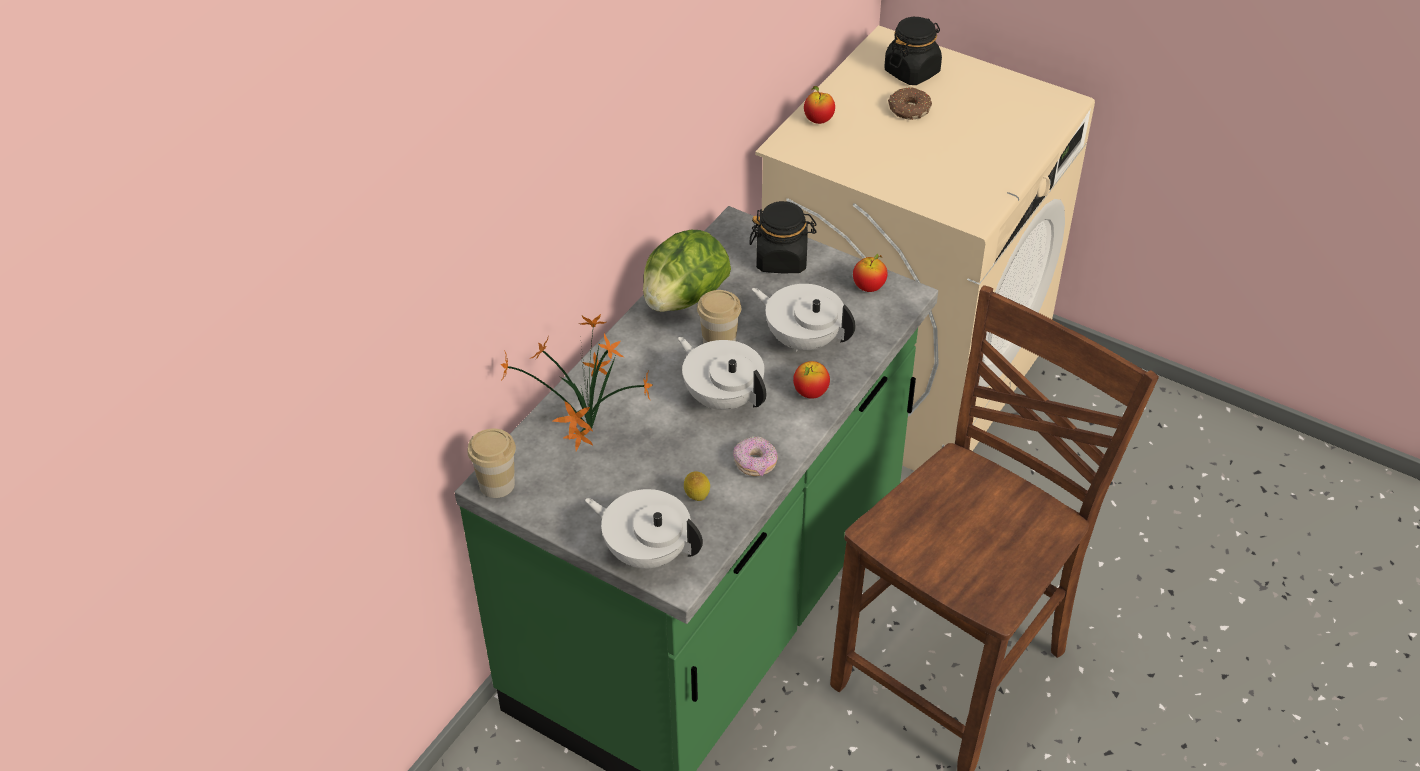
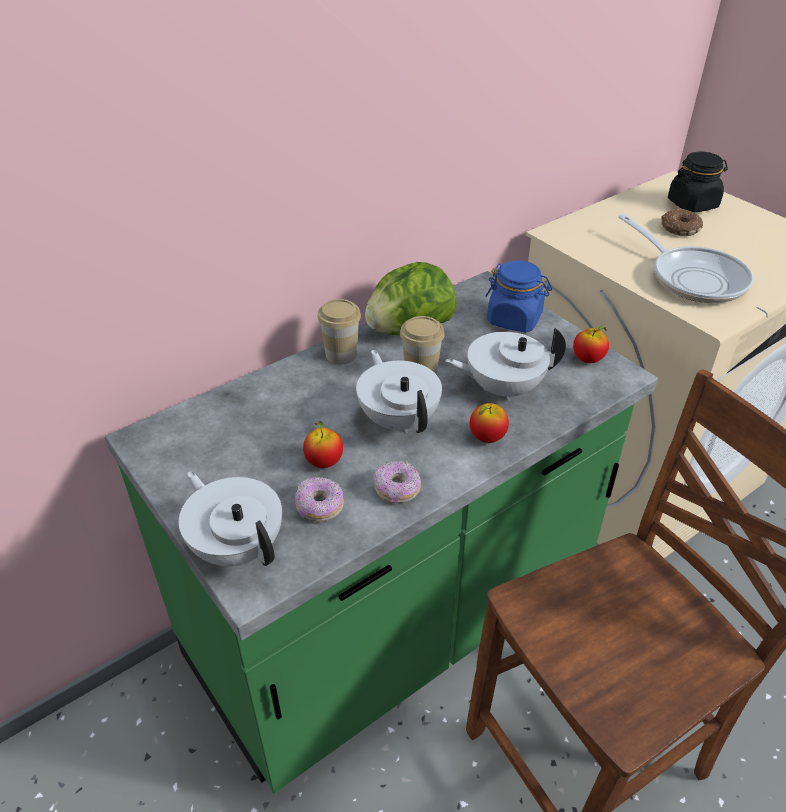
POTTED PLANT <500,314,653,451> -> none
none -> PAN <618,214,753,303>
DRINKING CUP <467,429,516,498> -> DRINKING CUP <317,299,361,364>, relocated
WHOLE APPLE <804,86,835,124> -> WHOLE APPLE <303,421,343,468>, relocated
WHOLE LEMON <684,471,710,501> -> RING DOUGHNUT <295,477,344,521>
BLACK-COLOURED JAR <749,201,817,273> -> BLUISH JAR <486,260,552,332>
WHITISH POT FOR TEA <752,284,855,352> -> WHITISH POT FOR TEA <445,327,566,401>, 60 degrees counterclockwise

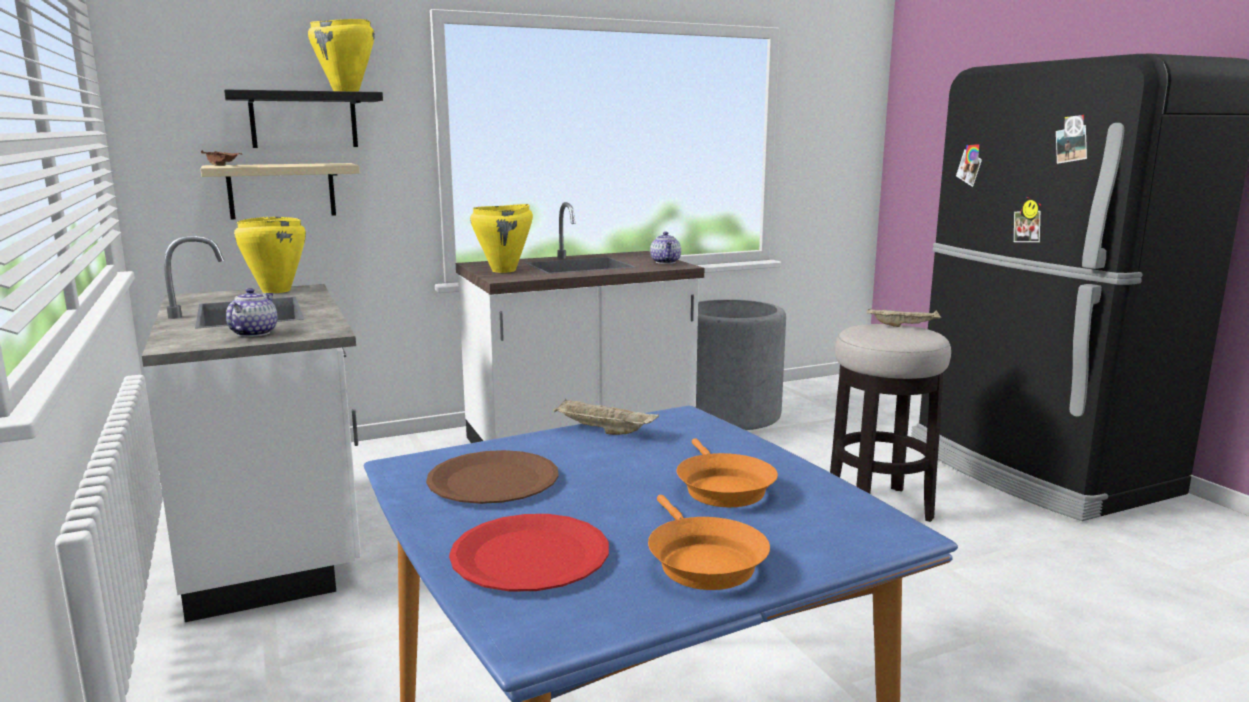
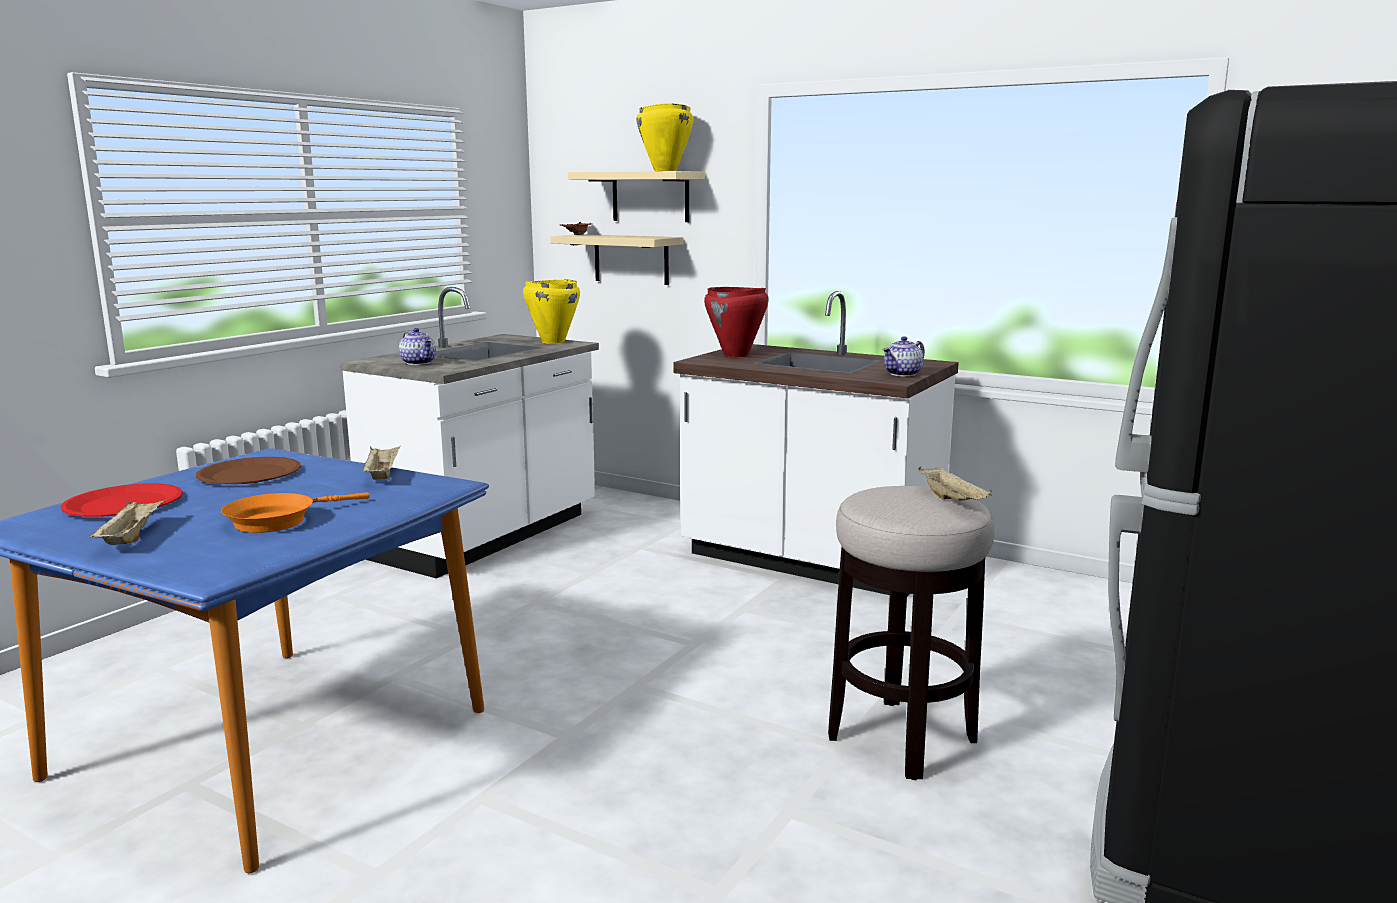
GRAY PLANT POT <696,299,786,430> -> none
ORANGE PAN <648,495,770,590> -> BEIGE-COLOURED TRAY <88,499,166,545>
BLACK-COLOURED WALL SHELF <224,90,383,148> -> BEIGE-COLOURED WALL SHELF <568,171,705,222>
YELLOW STOCKPOT <470,204,533,273> -> REDDISH STOCKPOT <704,287,769,357>
POT FOR TEA <226,288,277,337> -> POT FOR TEA <399,328,436,365>, 75 degrees clockwise

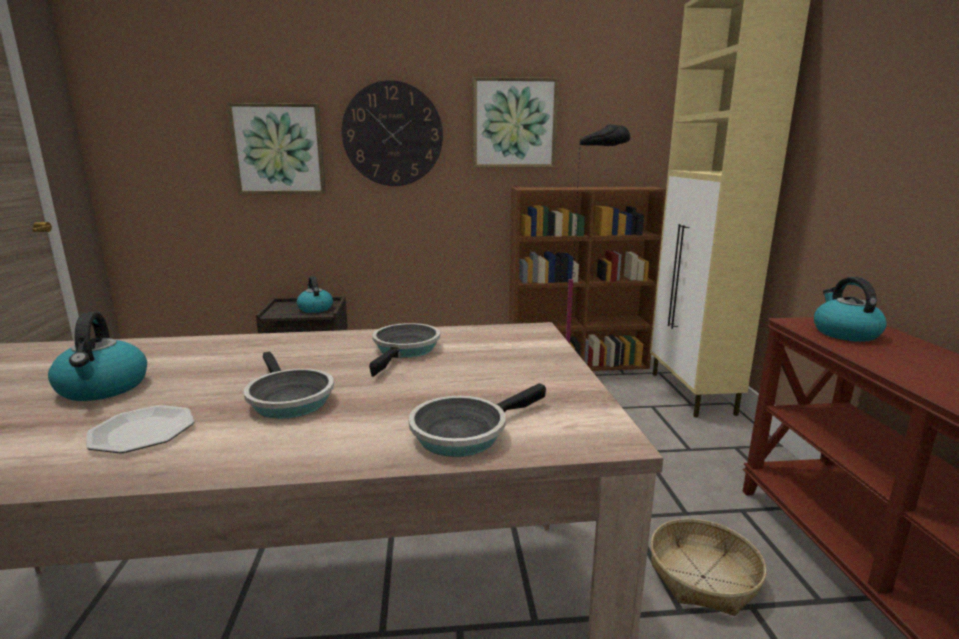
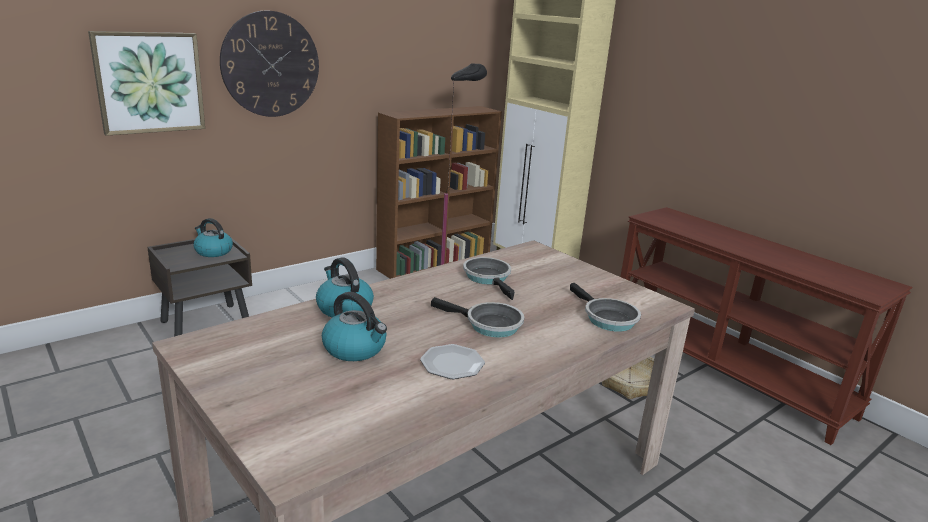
PICTURE <473,77,559,168> -> none
WATER KETTLE <814,277,887,342> -> WATER KETTLE <316,257,374,318>, relocated
PAN <409,383,546,457> -> PAN <570,283,641,332>, 45 degrees counterclockwise

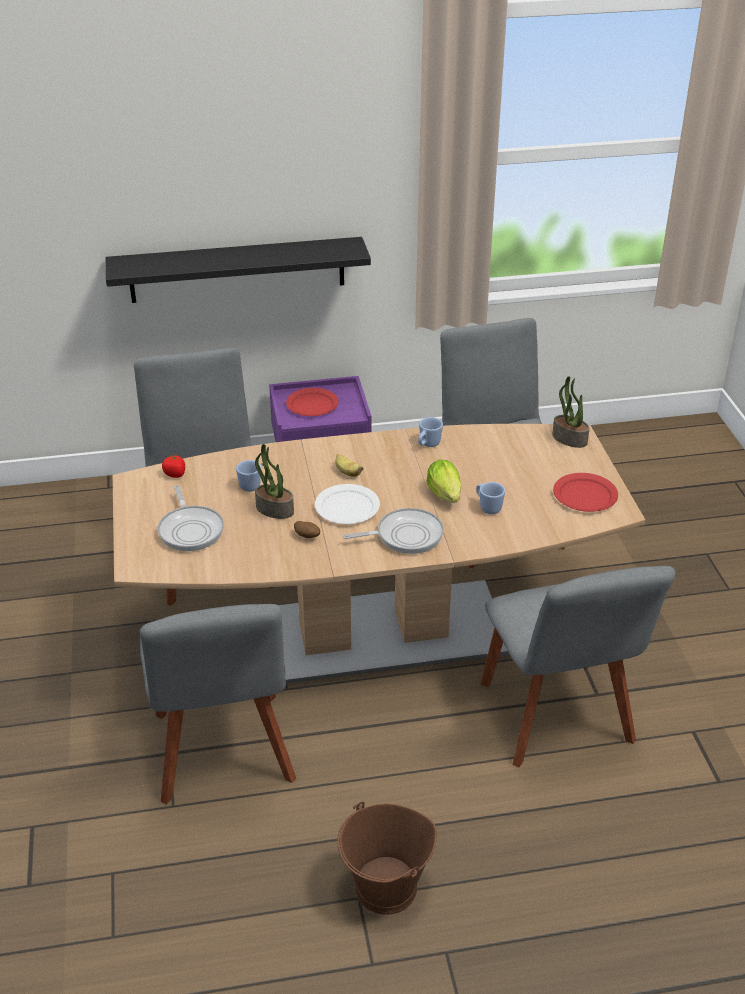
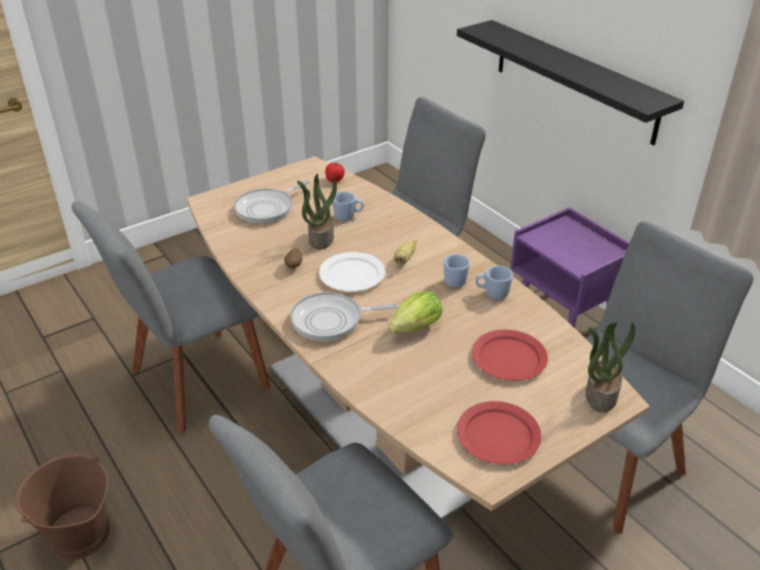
REDDISH FLAT DISH <286,388,339,416> -> REDDISH FLAT DISH <472,330,548,381>, relocated
BLUISH MUG <476,482,505,514> -> BLUISH MUG <443,254,470,288>, relocated
PAN <343,508,444,554> -> PAN <290,292,398,341>, 120 degrees clockwise

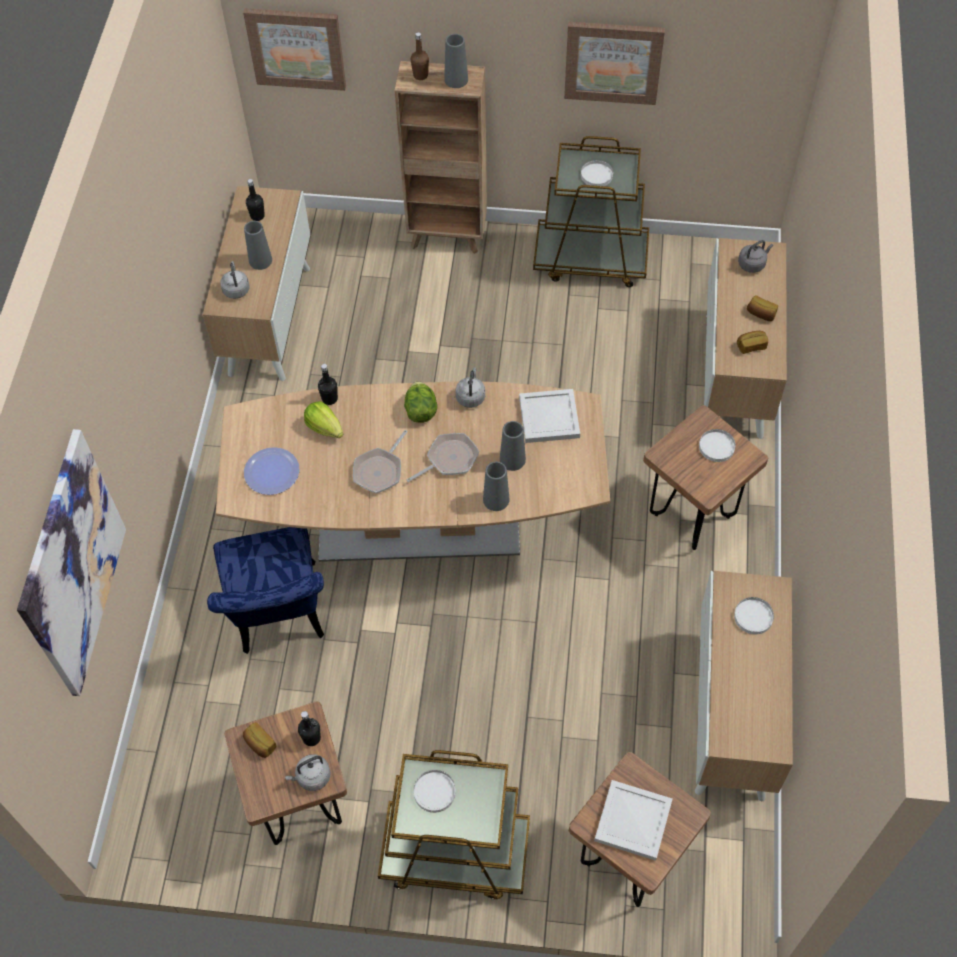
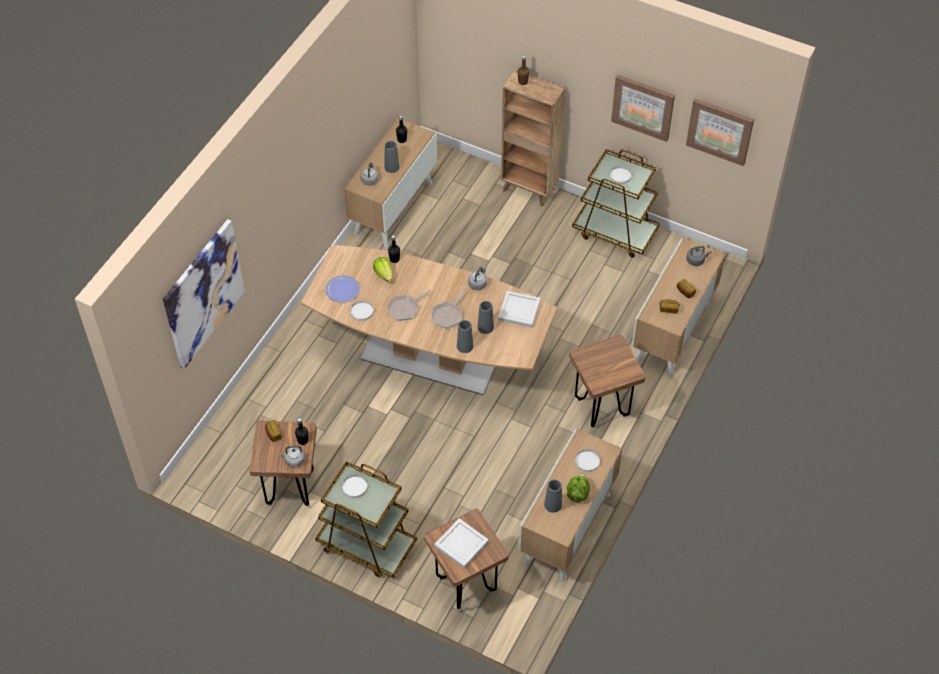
BLUISH UPRIGHT CHAIR <207,527,324,654> -> none
PICTURE <243,8,346,91> -> PICTURE <686,99,754,166>, relocated
LETTUCE HEAD <404,381,437,423> -> LETTUCE HEAD <567,473,590,502>, relocated
GRAY VASE <444,34,468,88> -> GRAY VASE <544,479,562,513>, relocated
WHITISH FLAT DISH <699,429,736,462> -> WHITISH FLAT DISH <350,301,374,321>, relocated
PAN <407,433,479,482> -> PAN <432,291,466,329>, 135 degrees clockwise

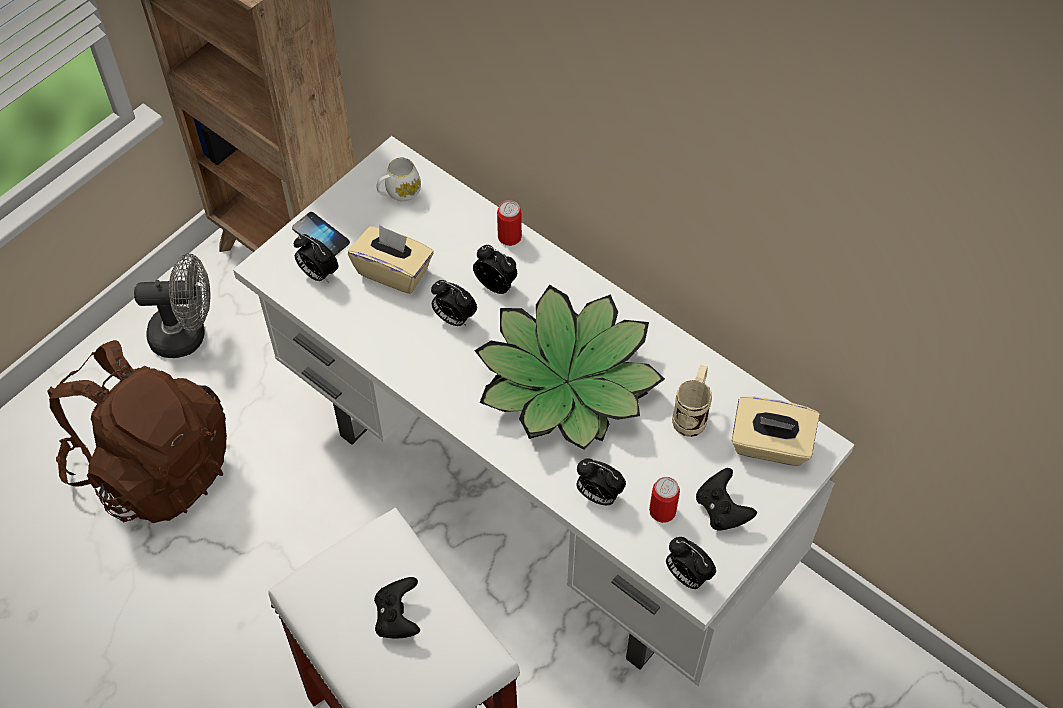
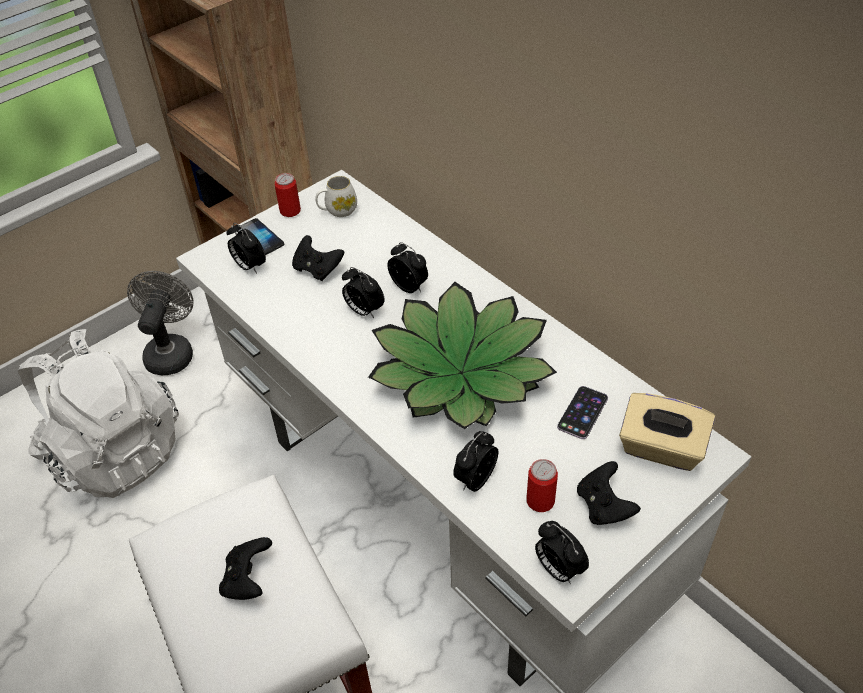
SEALED CAN <497,200,522,246> -> SEALED CAN <275,173,301,217>, relocated
BEIGE-COLOURED BOX OF TISSUES <348,225,434,294> -> BLACK-COLOURED JOYPAD <292,235,344,281>
BEIGE-COLOURED MUG <672,365,712,437> -> PHONE <557,386,608,439>
BROWN-COLOURED RUCKSACK <48,340,227,523> -> WHITISH RUCKSACK <18,329,179,498>
GRAY COOLING FAN <134,253,210,358> -> GRAY COOLING FAN <127,271,194,375>, 90 degrees counterclockwise
ALARM CLOCK <576,458,626,505> -> ALARM CLOCK <453,431,498,492>, 90 degrees clockwise

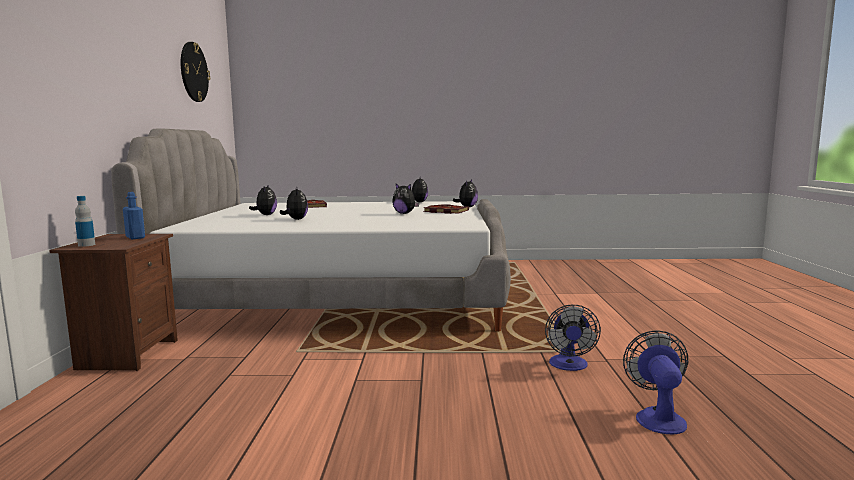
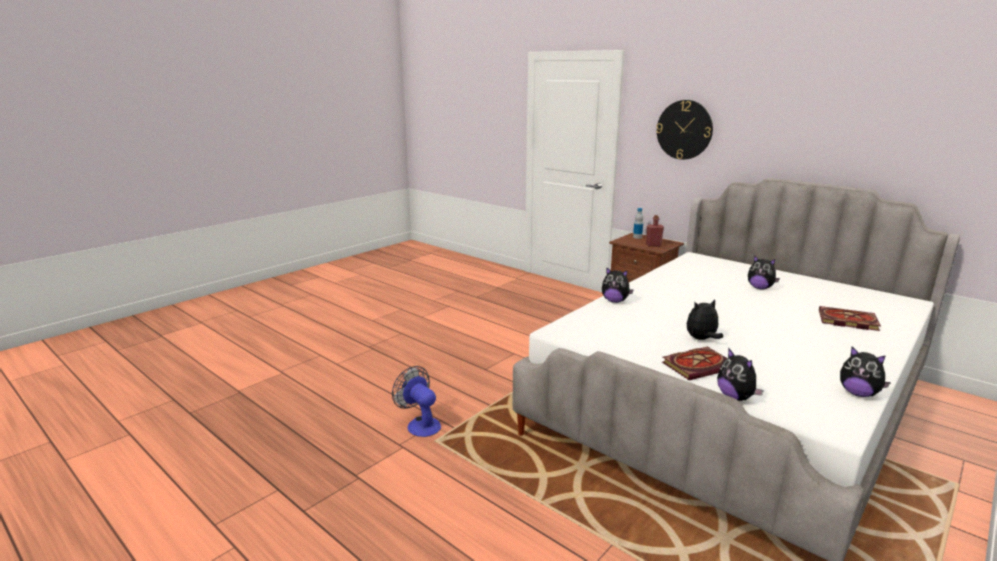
COOLING FAN <623,330,688,434> -> none
CLOCK ON THE WALL <181,42,210,102> -> CLOCK ON THE WALL <656,100,713,160>, relocated
PLUSH TOY <280,187,308,220> -> PLUSH TOY <602,268,634,303>, relocated
BLUISH DRINK BOTTLE <123,192,145,239> -> REDDISH DRINK BOTTLE <646,215,664,247>

